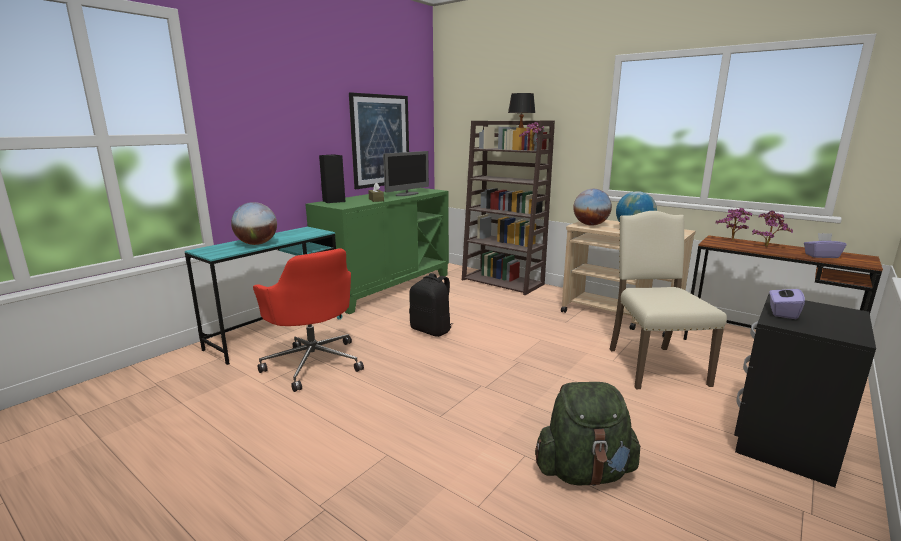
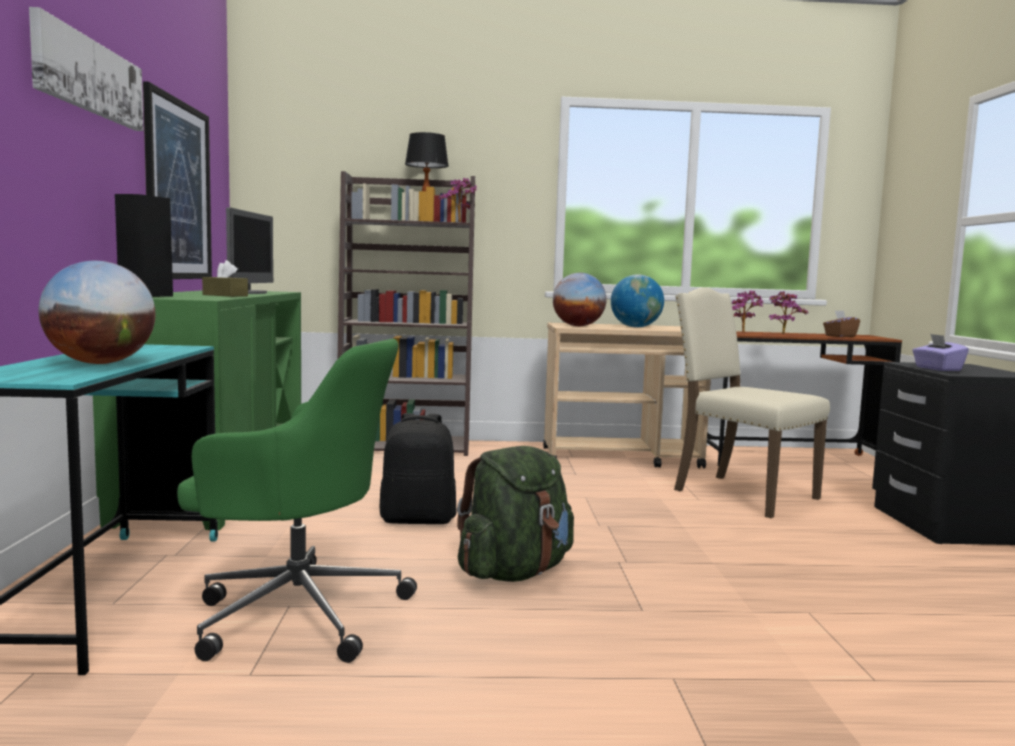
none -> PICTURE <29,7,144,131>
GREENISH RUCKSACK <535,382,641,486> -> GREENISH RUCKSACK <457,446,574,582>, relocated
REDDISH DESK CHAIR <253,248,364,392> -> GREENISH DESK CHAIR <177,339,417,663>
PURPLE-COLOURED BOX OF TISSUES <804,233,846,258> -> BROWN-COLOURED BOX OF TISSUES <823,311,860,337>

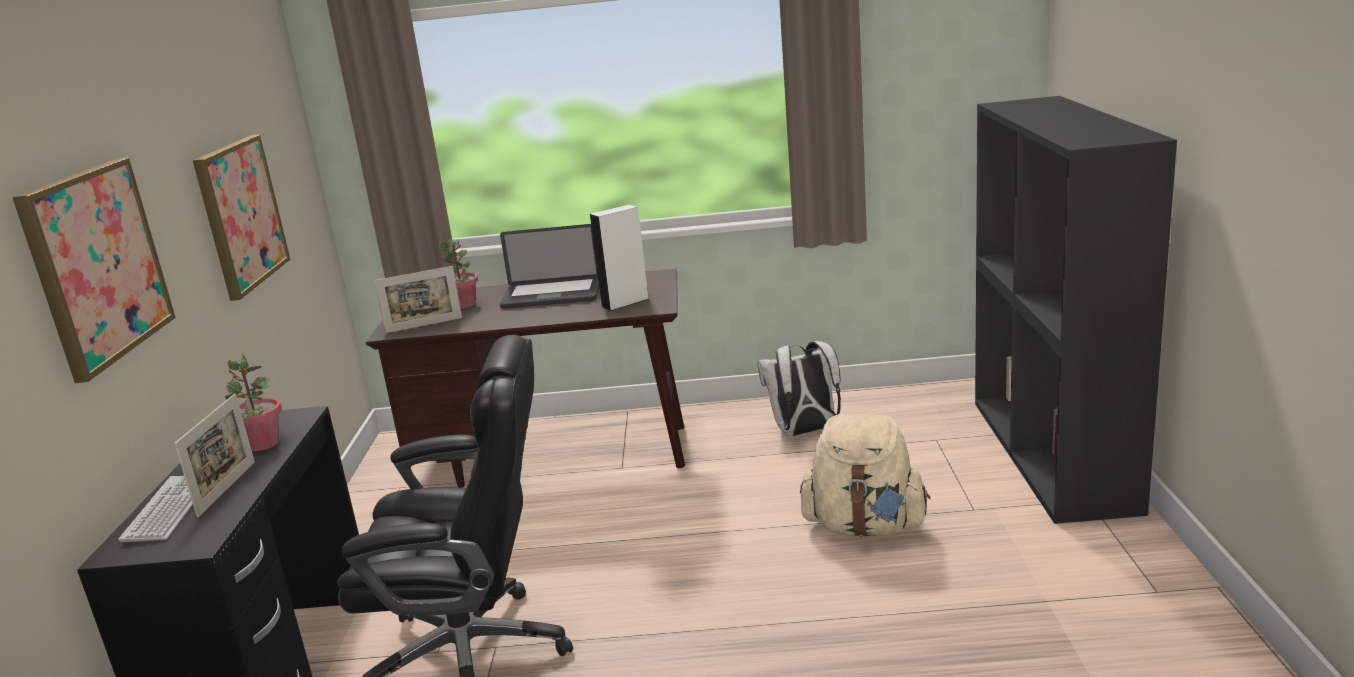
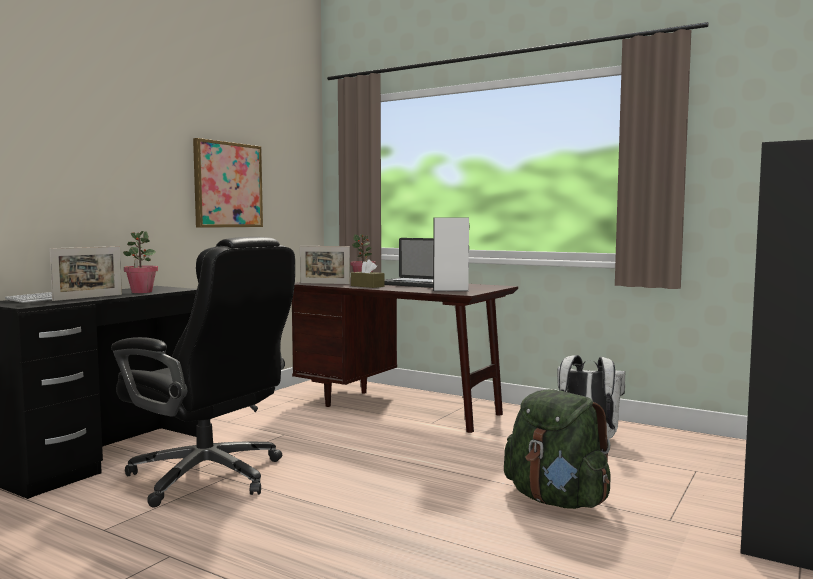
PICTURE <12,157,176,383> -> none
none -> BROWN-COLOURED BOX OF TISSUES <351,259,385,288>
BEIGE-COLOURED RUCKSACK <800,414,931,537> -> GREENISH RUCKSACK <504,389,611,509>

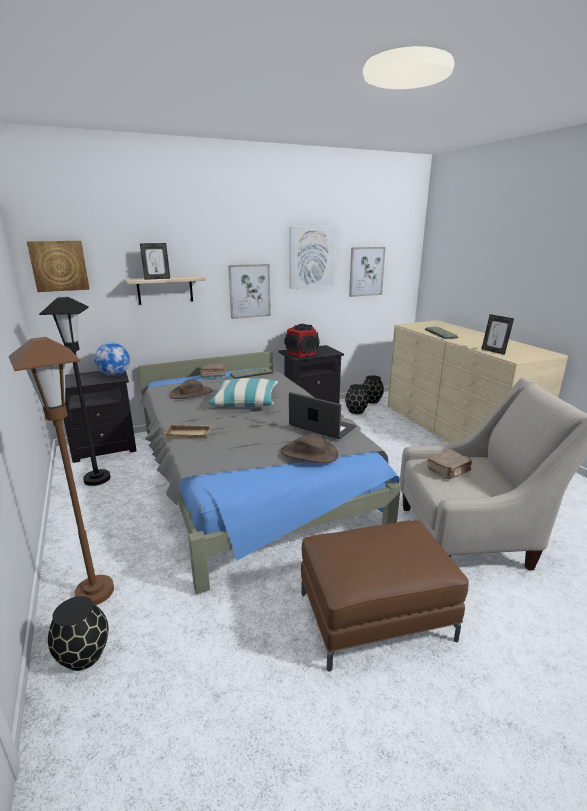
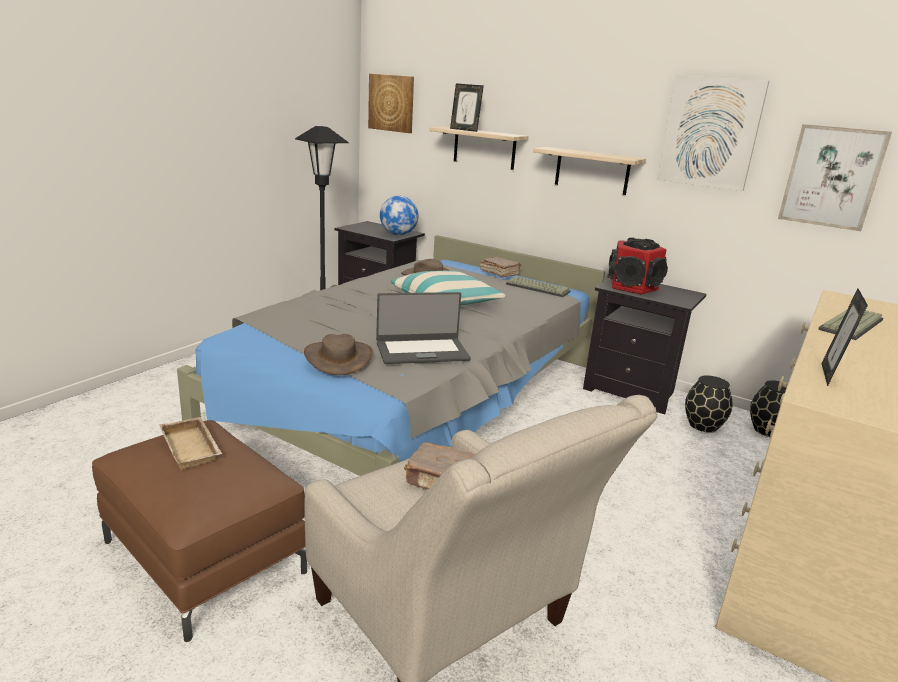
BROWN-COLOURED STANDING LAMP <9,337,114,605> -> none
BLACK-COLOURED VASE <48,596,109,671> -> none
BEIGE-COLOURED TRAY <164,424,212,439> -> BEIGE-COLOURED TRAY <160,417,222,470>, relocated
PICTURE <228,264,271,319> -> WALL SHELF <533,147,646,195>
LAPTOP <289,392,356,439> -> LAPTOP <376,292,471,364>, 75 degrees clockwise

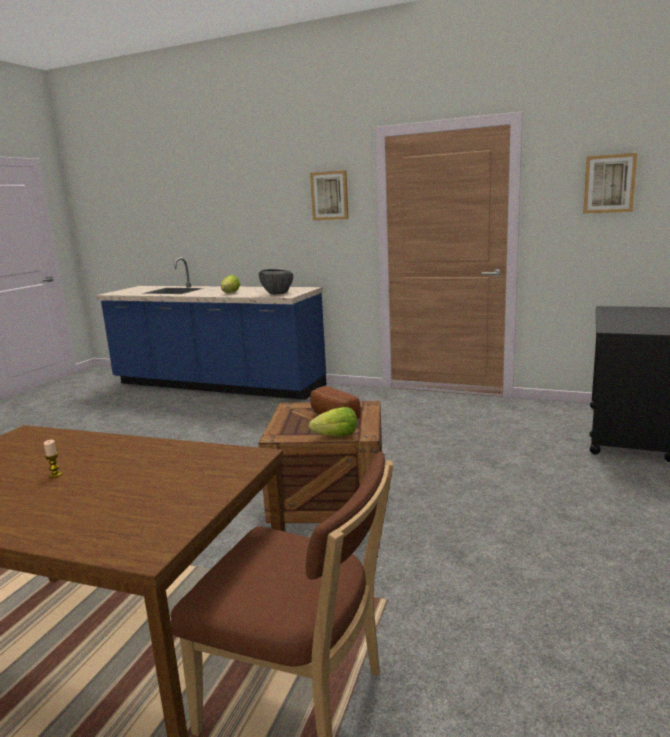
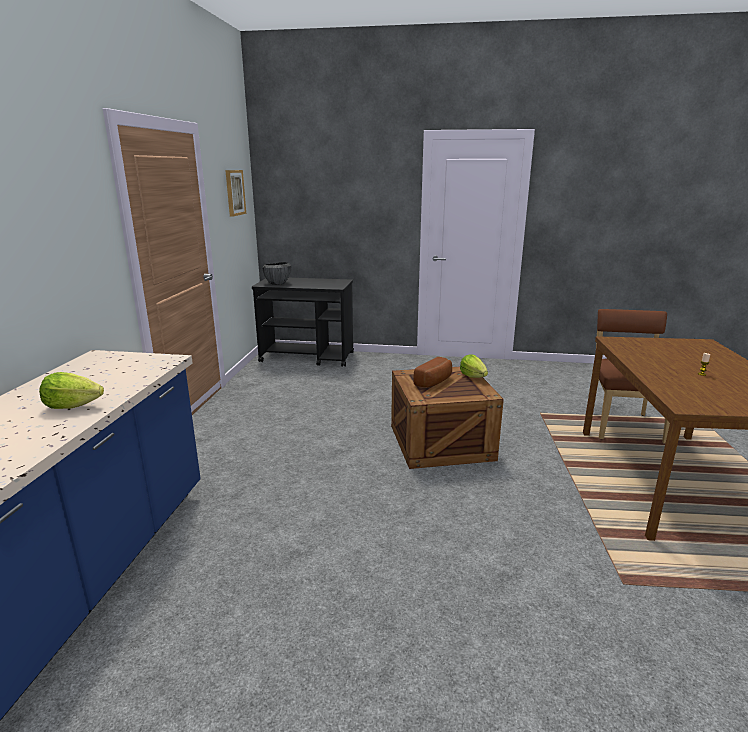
PICTURE <310,170,349,220> -> none
DEEP DISH <258,269,293,294> -> DEEP DISH <262,262,291,285>, relocated

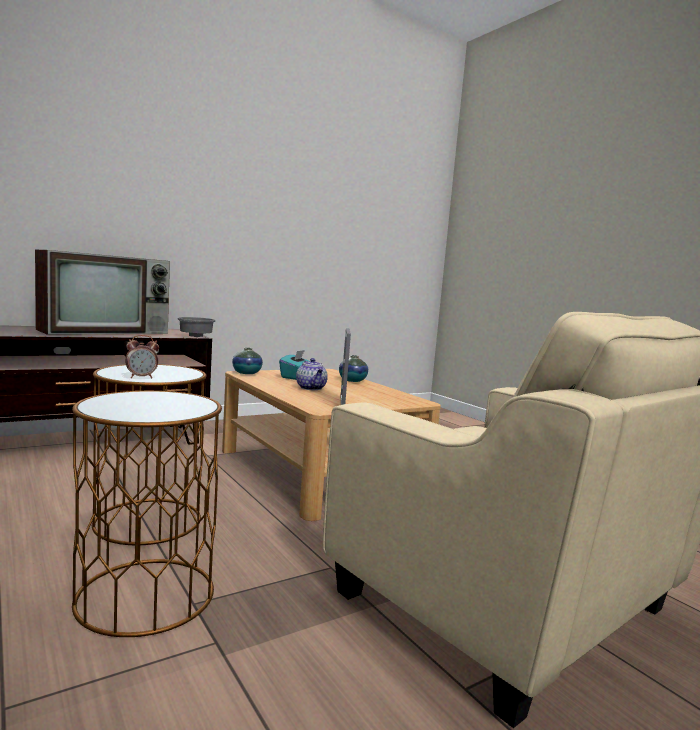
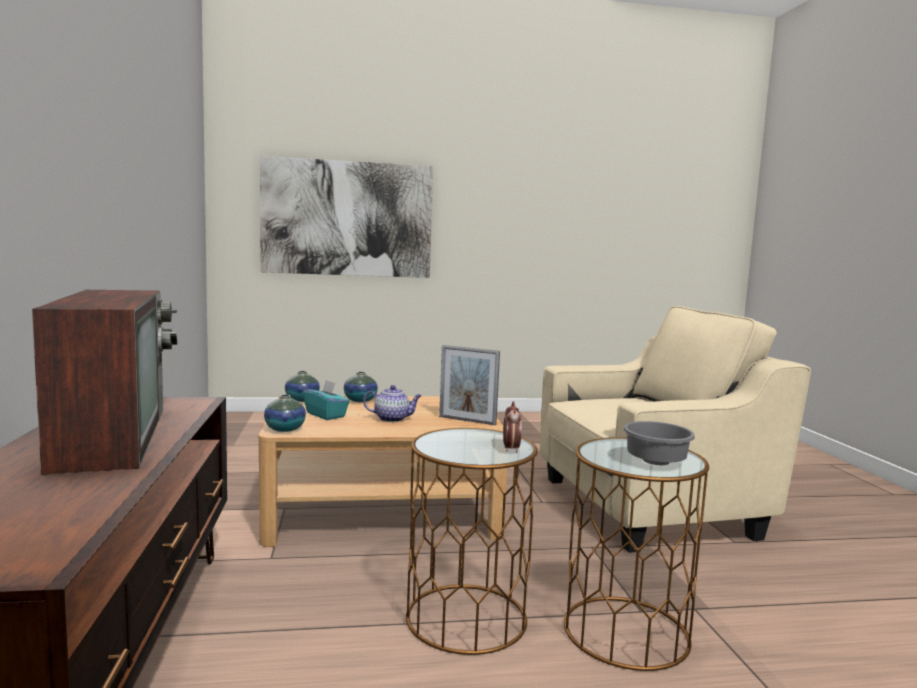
none -> PICTURE <260,156,433,278>
none -> VASE <285,371,320,402>
GRAY DEEP DISH <177,317,216,337> -> GRAY DEEP DISH <623,421,695,465>, relocated

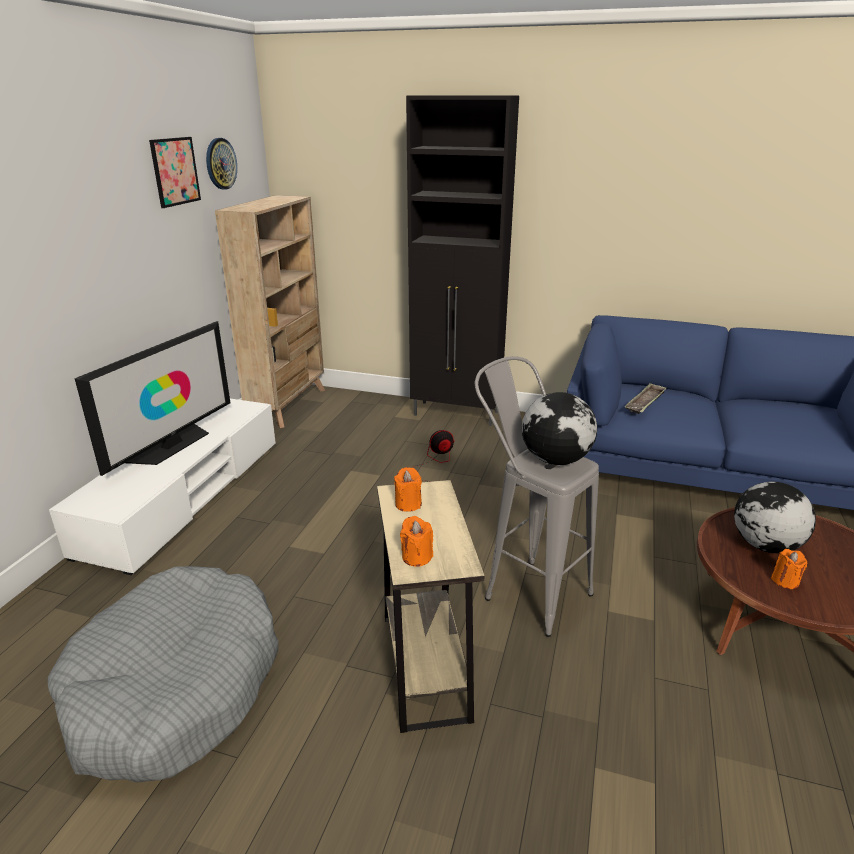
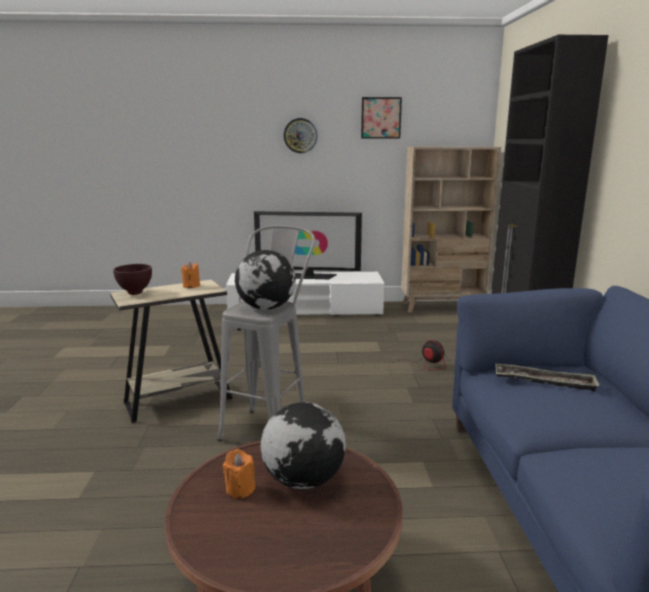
GRAY PET BED <48,566,278,782> -> none
CLOCK ON THE WALL <206,138,237,190> -> CLOCK ON THE WALL <284,118,317,153>, relocated
ORANGE CANDLE <400,516,433,567> -> BROWN-COLOURED DEEP DISH <113,264,152,295>

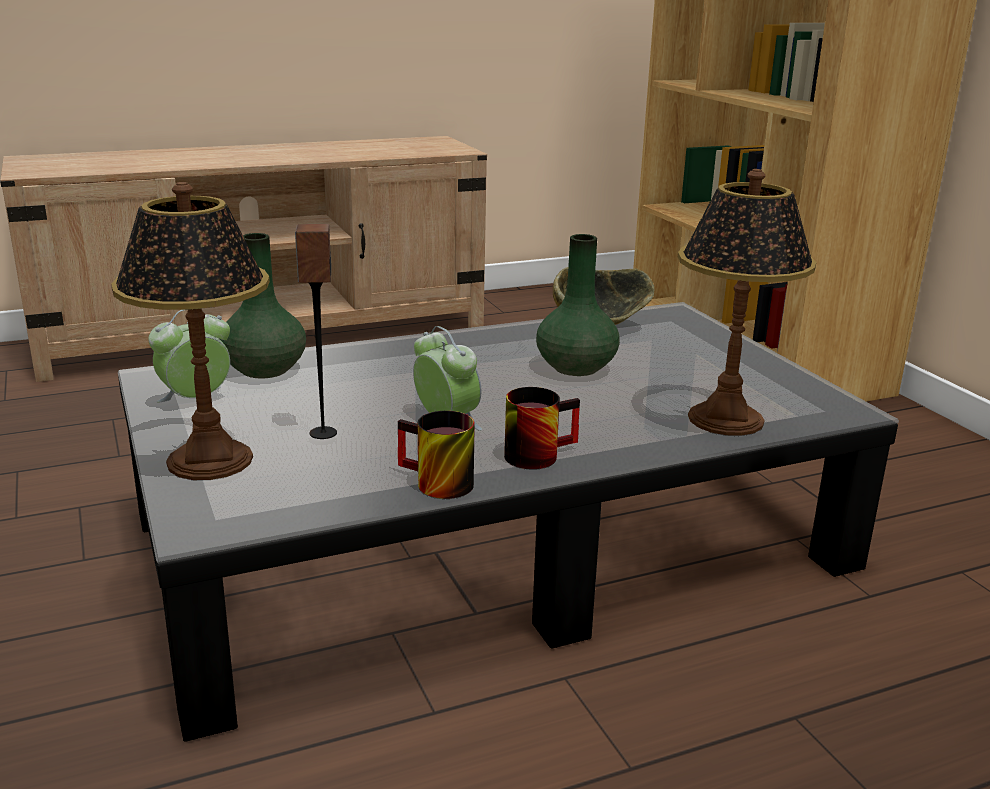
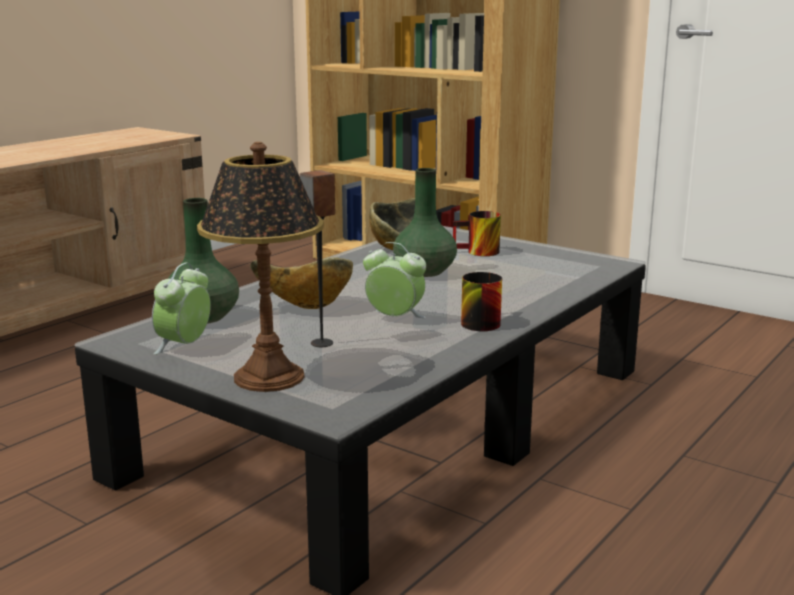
LAMP FOR A TABLE <678,169,816,436> -> none
none -> DEEP DISH <250,257,353,309>
MUG <398,411,475,499> -> MUG <453,211,501,256>, relocated

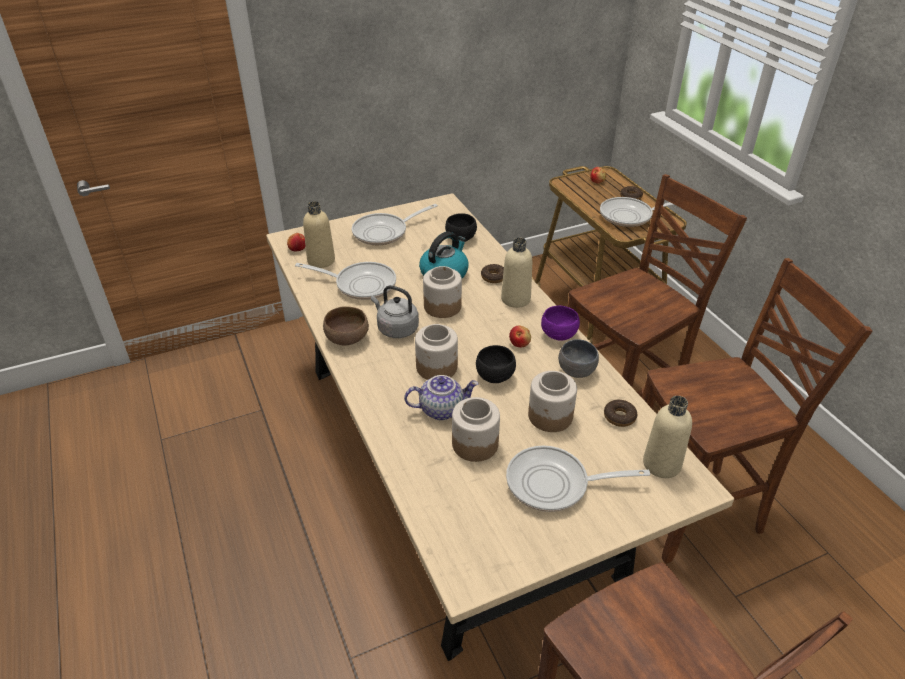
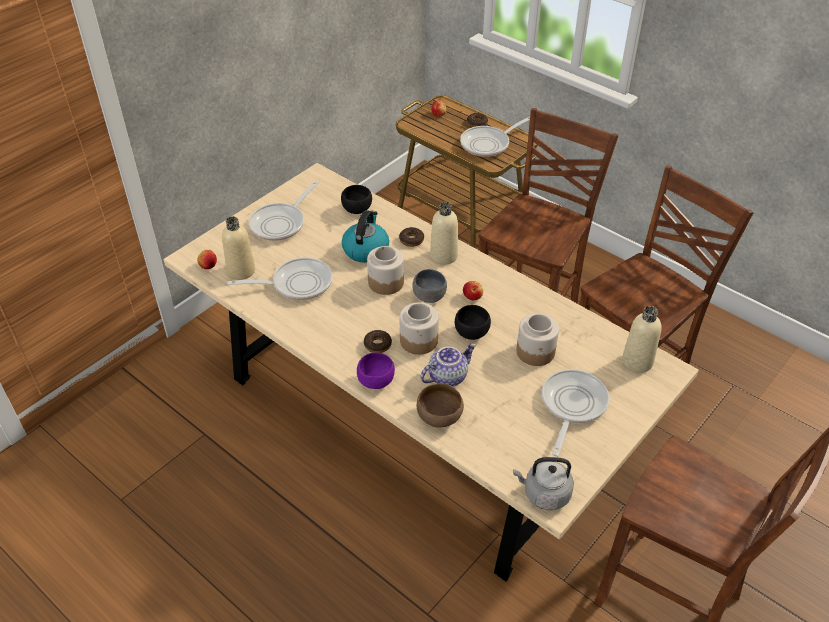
JAR <452,397,500,462> -> none
BROWN-COLOURED DEEP DISH <323,306,369,345> -> BROWN-COLOURED DEEP DISH <417,383,464,427>, relocated
GRAY WATER KETTLE <371,285,419,338> -> GRAY WATER KETTLE <513,457,574,510>, relocated
PURPLE-COLOURED DEEP DISH <541,306,580,341> -> PURPLE-COLOURED DEEP DISH <357,352,395,389>, relocated
GRAY DEEP DISH <558,339,599,378> -> GRAY DEEP DISH <412,269,447,303>, relocated
RING DOUGHNUT <604,400,637,427> -> RING DOUGHNUT <364,330,392,353>, relocated
PAN <506,446,650,512> -> PAN <542,369,609,457>, 135 degrees clockwise

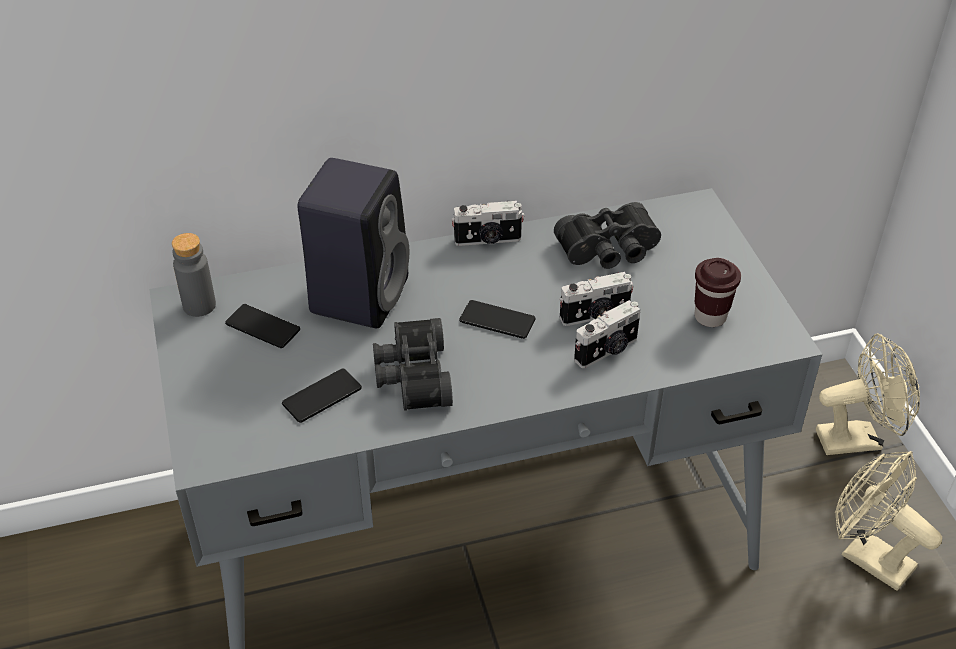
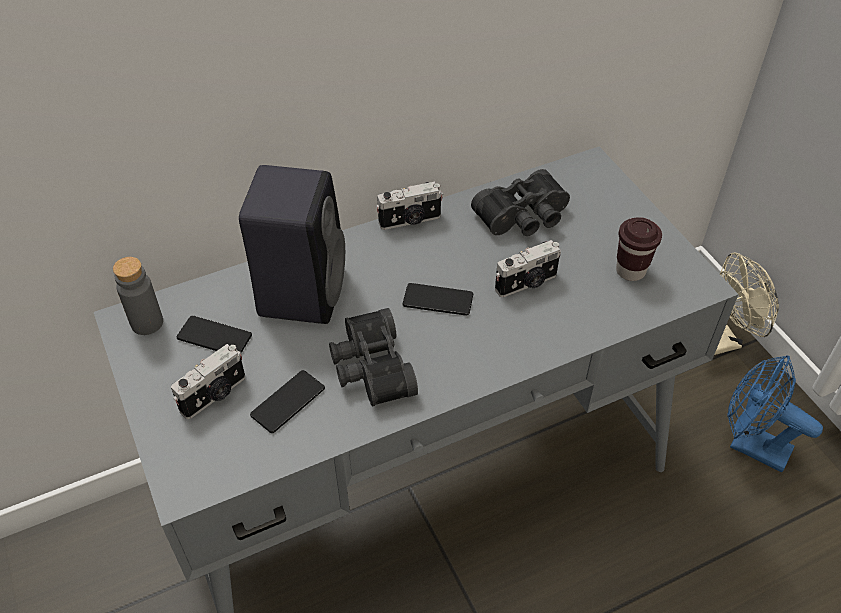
PHOTO CAMERA <574,300,640,368> -> PHOTO CAMERA <171,344,245,419>, relocated
BEIGE-COLOURED COOLING FAN <835,451,942,591> -> BLUISH COOLING FAN <727,356,823,472>

